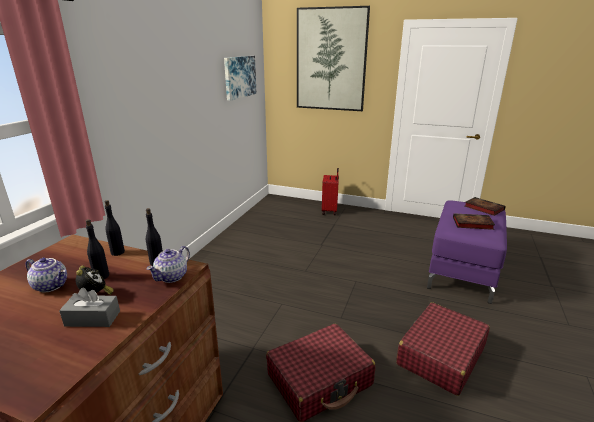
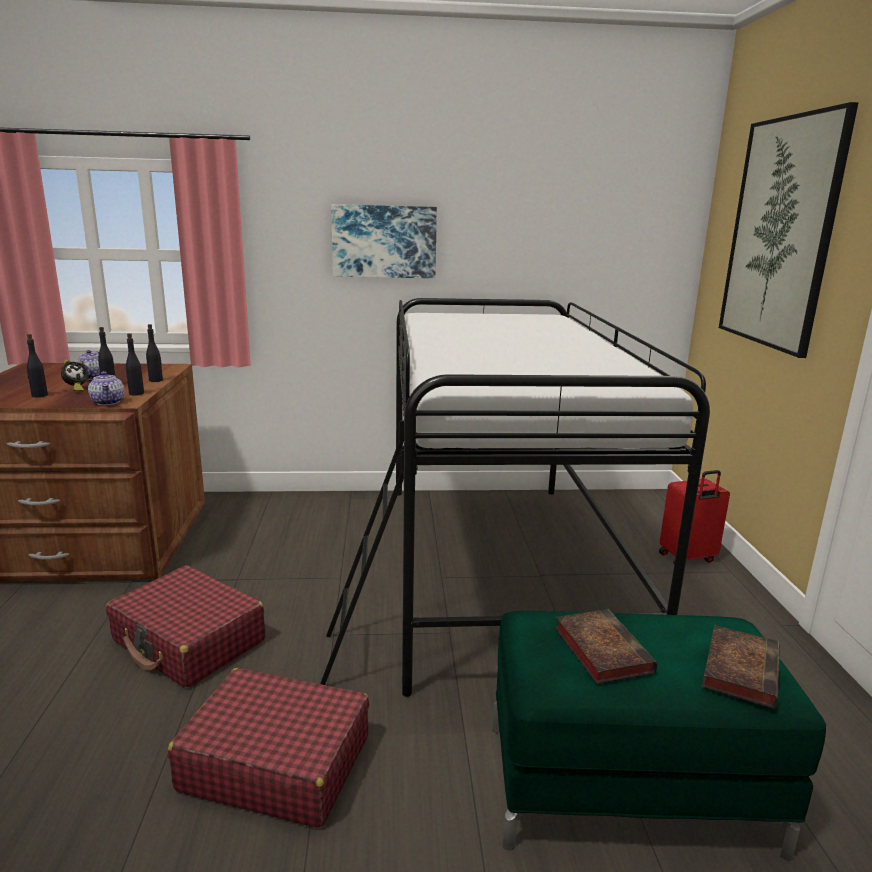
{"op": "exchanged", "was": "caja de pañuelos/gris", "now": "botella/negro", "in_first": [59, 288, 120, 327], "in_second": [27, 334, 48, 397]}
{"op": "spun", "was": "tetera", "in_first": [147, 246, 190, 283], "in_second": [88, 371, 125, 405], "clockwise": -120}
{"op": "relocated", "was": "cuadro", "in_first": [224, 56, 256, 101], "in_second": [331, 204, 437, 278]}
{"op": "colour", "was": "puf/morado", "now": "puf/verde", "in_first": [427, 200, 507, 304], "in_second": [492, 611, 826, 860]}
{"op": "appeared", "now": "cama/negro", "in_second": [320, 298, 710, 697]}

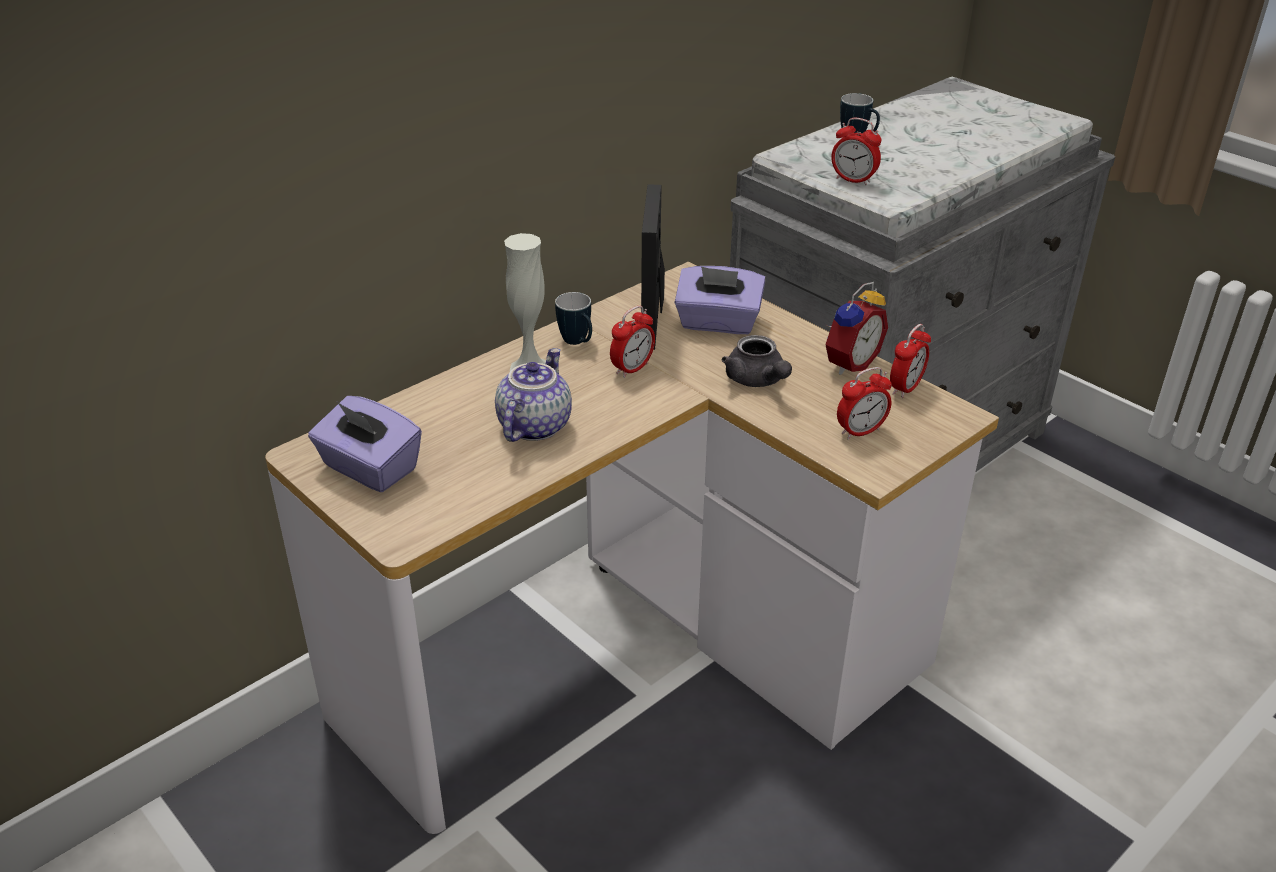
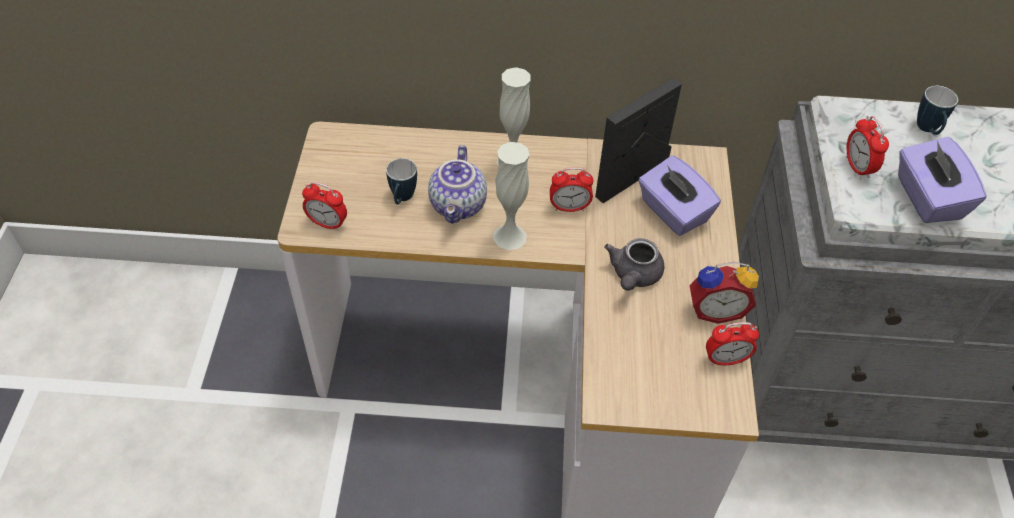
{"op": "relocated", "was": "caja de pañuelos/morado", "in_first": [308, 396, 422, 492], "in_second": [898, 137, 986, 223]}
{"op": "spun", "was": "tetera", "in_first": [495, 348, 572, 442], "in_second": [428, 145, 487, 224], "clockwise": 120}
{"op": "relocated", "was": "taza grande", "in_first": [555, 292, 592, 345], "in_second": [386, 158, 417, 204]}
{"op": "relocated", "was": "despertador", "in_first": [837, 367, 892, 440], "in_second": [302, 182, 347, 231]}
{"op": "appeared", "now": "florero/blanco", "in_second": [493, 142, 529, 250]}

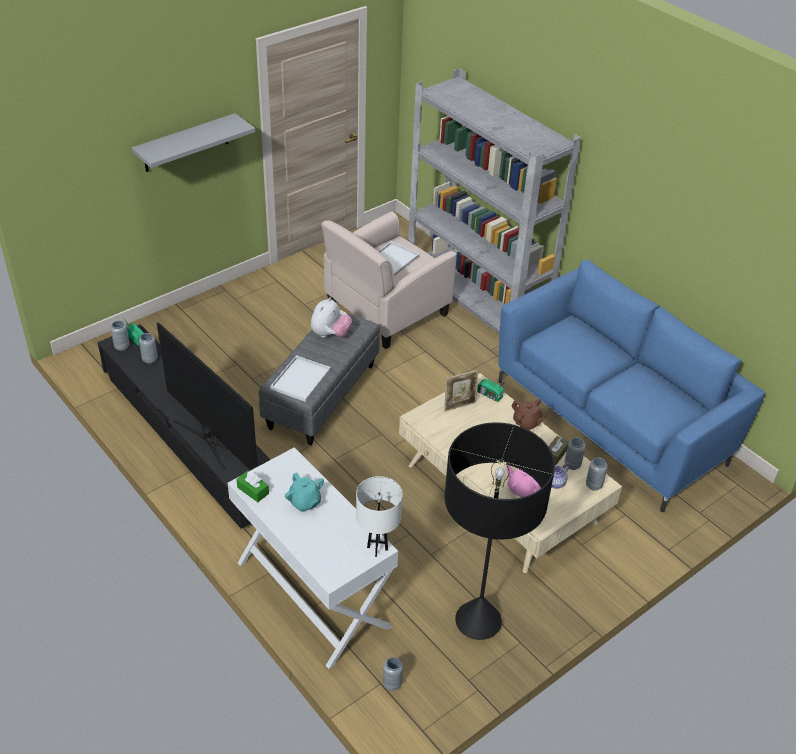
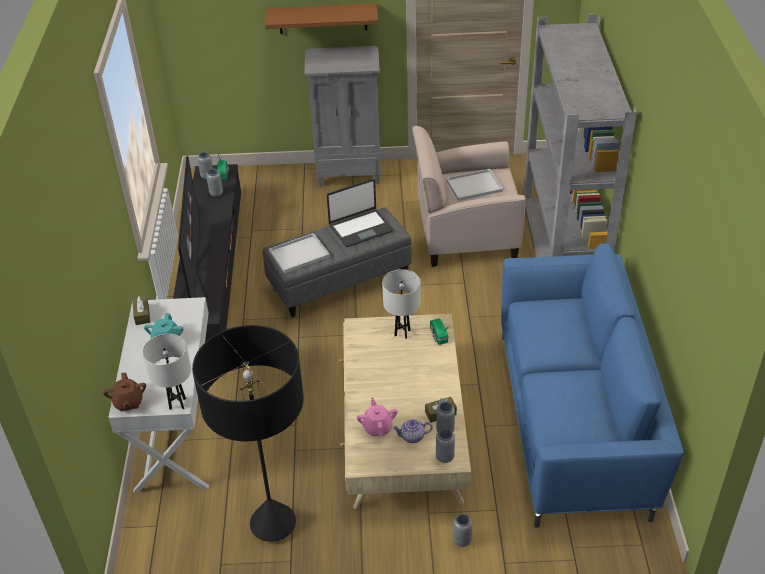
{"op": "colour", "was": "estante/gris", "now": "estante/marrón", "in_first": [131, 113, 255, 172], "in_second": [265, 3, 378, 34]}
{"op": "colour", "was": "caja de pañuelos/verde", "now": "caja de pañuelos/marrón", "in_first": [236, 471, 269, 502], "in_second": [132, 296, 150, 325]}
{"op": "exchanged", "was": "peluche", "now": "portátil", "in_first": [311, 297, 352, 338], "in_second": [327, 179, 393, 247]}
{"op": "relocated", "was": "florero/gris", "in_first": [383, 657, 403, 691], "in_second": [453, 514, 473, 547]}
{"op": "exchanged", "was": "portarretratos", "now": "lámpara de mesa/blanco", "in_first": [444, 370, 479, 411], "in_second": [382, 269, 420, 339]}
{"op": "relocated", "was": "tetera/marrón", "in_first": [512, 399, 547, 431], "in_second": [103, 372, 146, 411]}
{"op": "appeared", "now": "armario/gris", "in_second": [304, 46, 381, 186]}

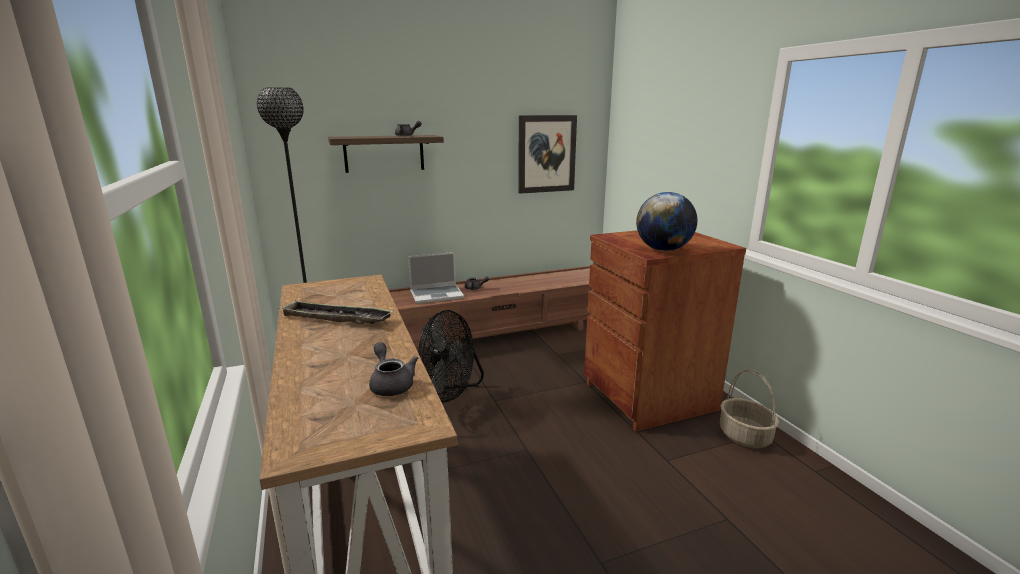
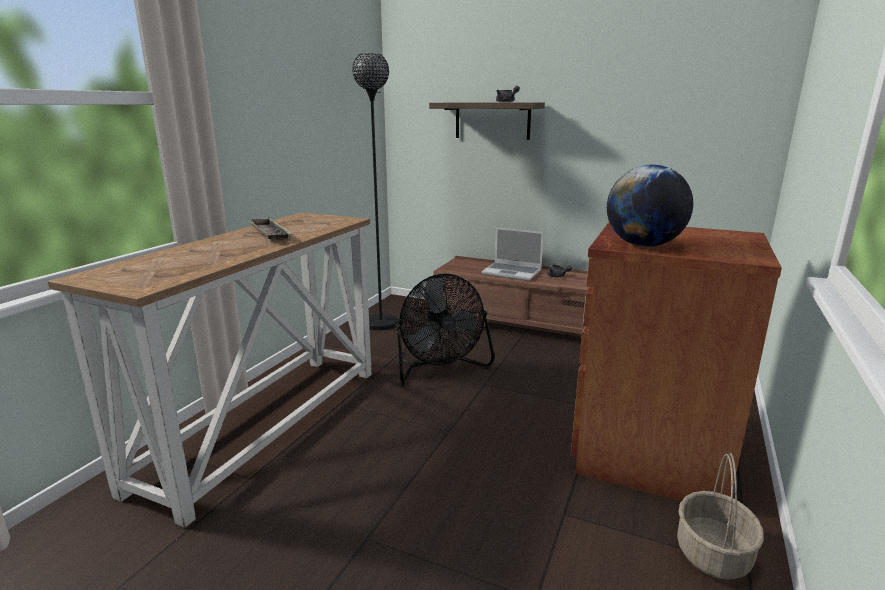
{"op": "missing", "was": "tetera/gris", "in_first": [369, 342, 418, 396]}
{"op": "missing", "was": "cuadro", "in_first": [518, 115, 577, 194]}

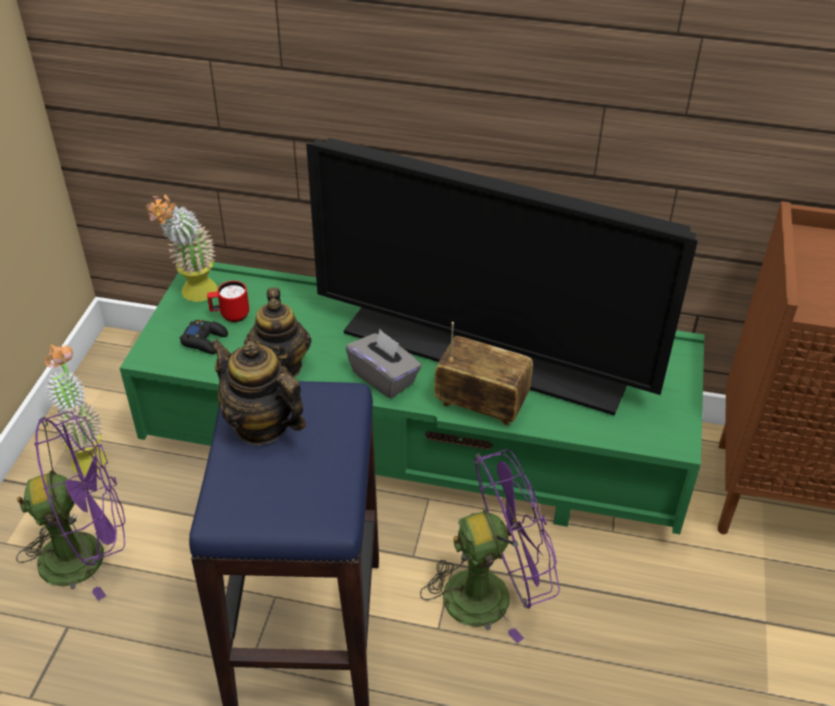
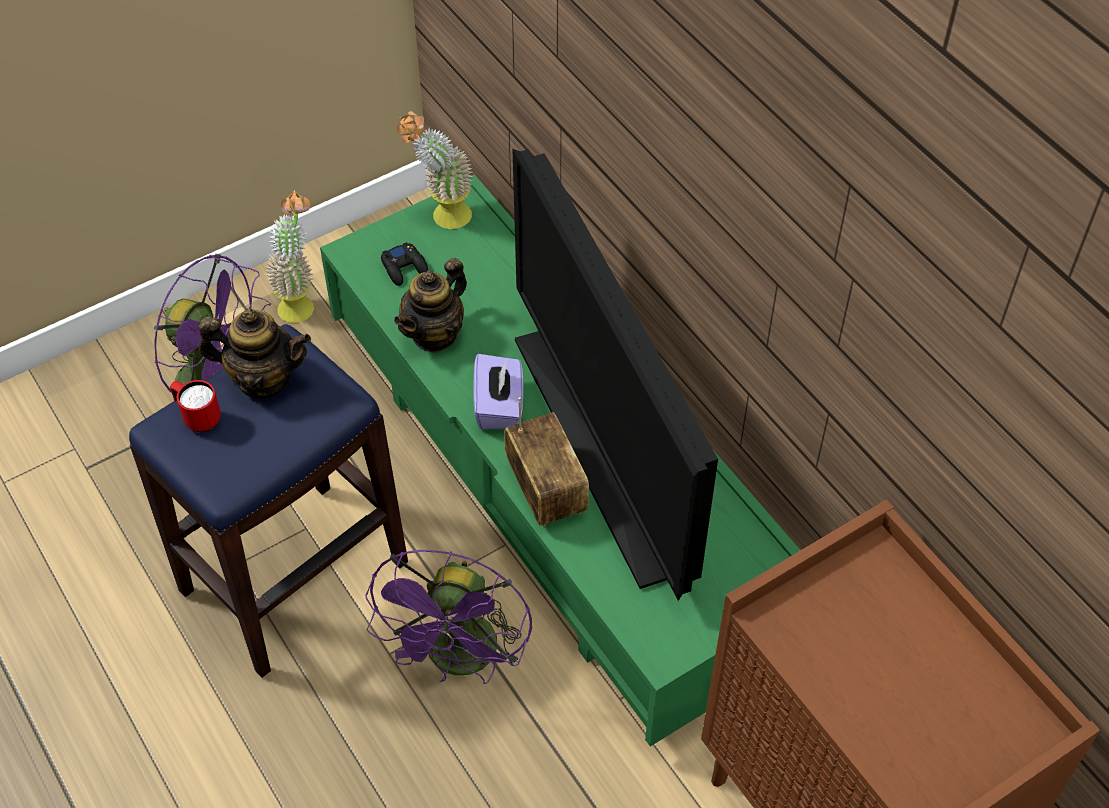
{"op": "relocated", "was": "taza grande/rojo", "in_first": [207, 281, 249, 322], "in_second": [170, 380, 221, 432]}
{"op": "spun", "was": "tetera", "in_first": [209, 339, 306, 445], "in_second": [199, 309, 311, 399], "clockwise": 105}
{"op": "colour", "was": "caja de pañuelos/gris", "now": "caja de pañuelos/morado", "in_first": [346, 329, 422, 399], "in_second": [474, 354, 523, 429]}
{"op": "spun", "was": "ventilador/morado", "in_first": [420, 449, 560, 643], "in_second": [365, 550, 532, 684], "clockwise": 75}

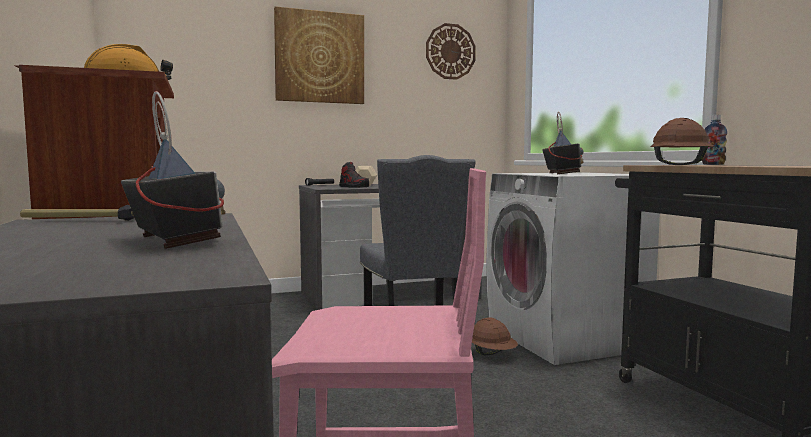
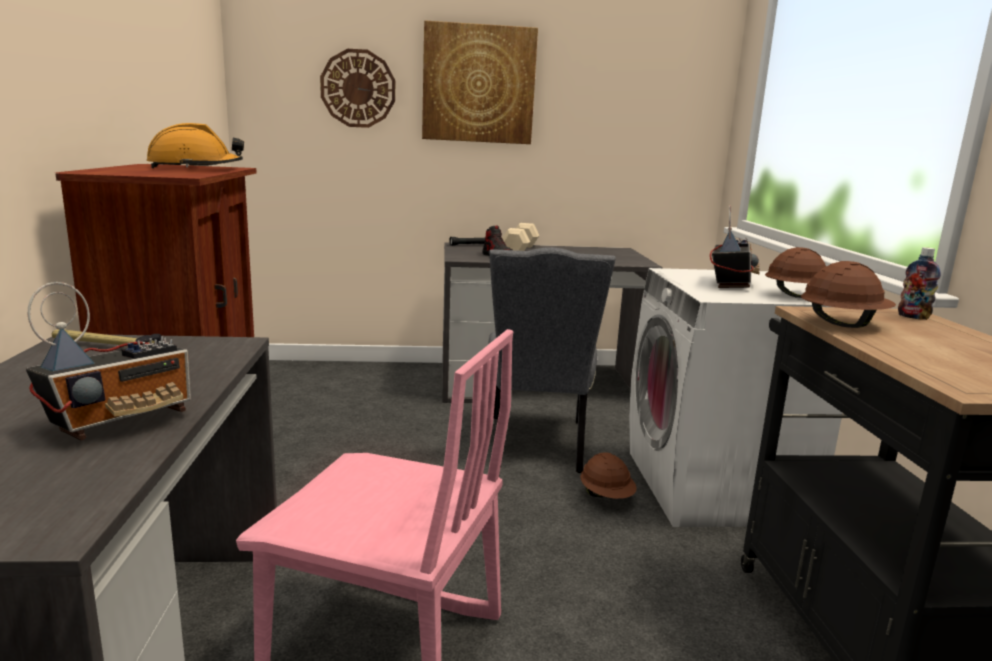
{"op": "spun", "was": "radio", "in_first": [121, 91, 225, 249], "in_second": [26, 282, 191, 440], "clockwise": 60}
{"op": "relocated", "was": "reloj de pared", "in_first": [426, 23, 476, 80], "in_second": [320, 49, 395, 128]}
{"op": "appeared", "now": "casco/marrón", "in_second": [765, 247, 826, 298]}

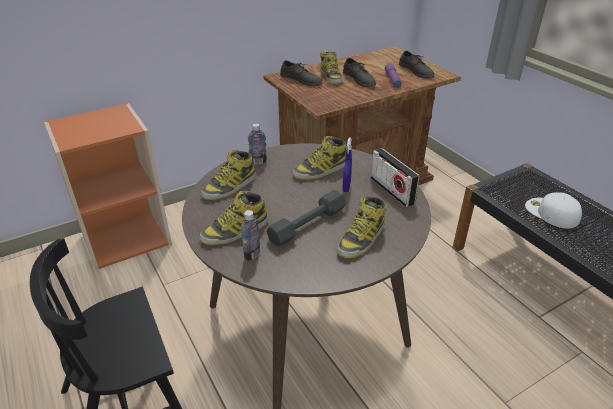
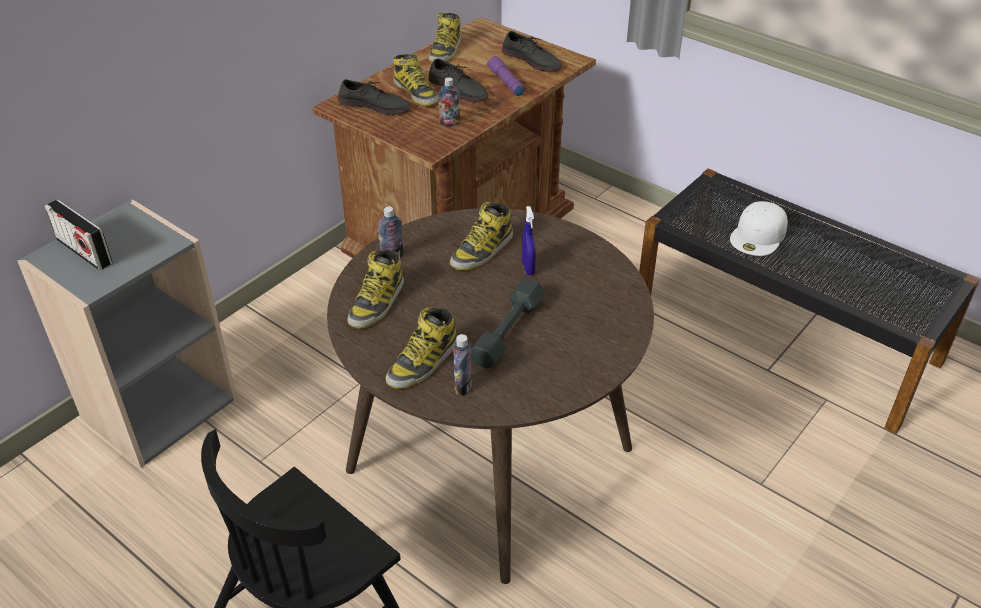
{"op": "colour", "was": "estantería/naranja", "now": "estantería/gris", "in_first": [44, 103, 172, 270], "in_second": [17, 199, 238, 468]}
{"op": "relocated", "was": "bota", "in_first": [336, 196, 386, 258], "in_second": [429, 13, 461, 62]}
{"op": "relocated", "was": "radio", "in_first": [371, 148, 420, 207], "in_second": [45, 199, 112, 270]}
{"op": "spun", "was": "gorra/blanco", "in_first": [525, 192, 582, 228], "in_second": [730, 201, 788, 256], "clockwise": -90}
{"op": "appeared", "now": "botella", "in_second": [438, 77, 461, 127]}

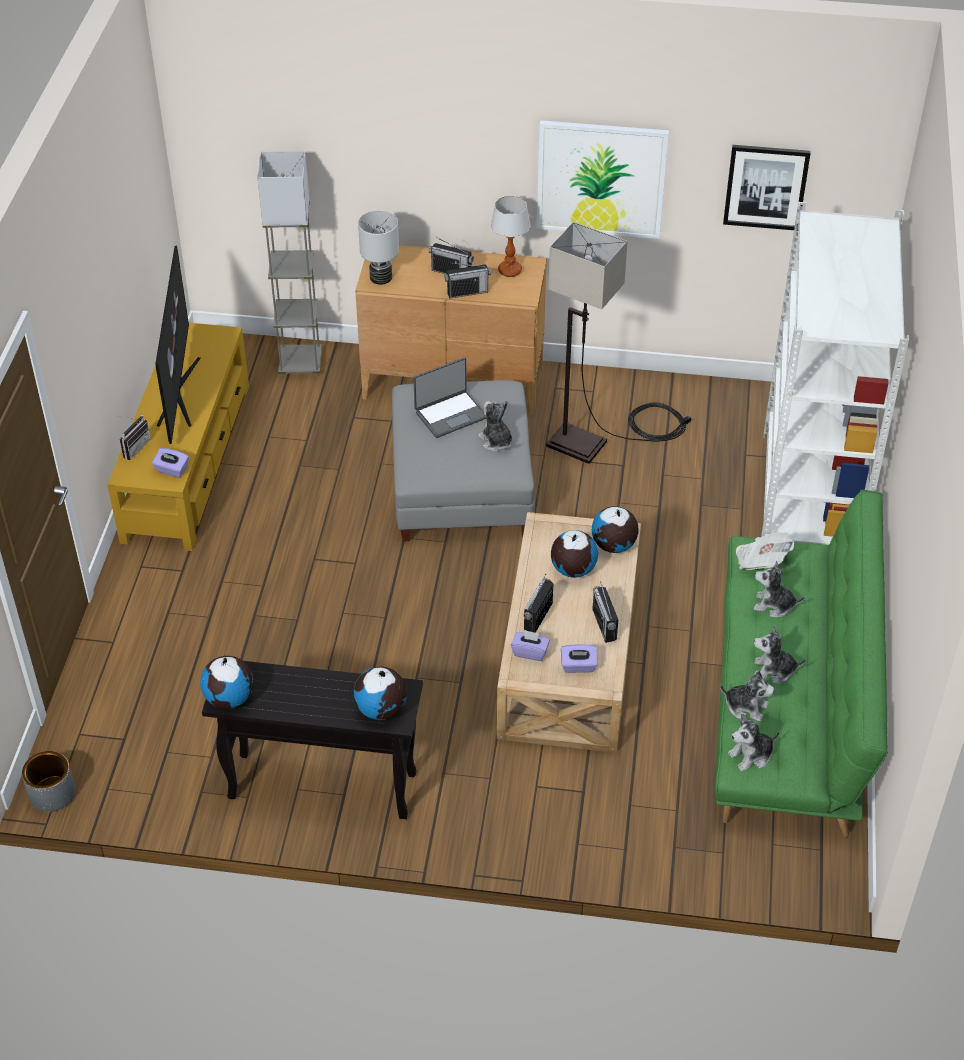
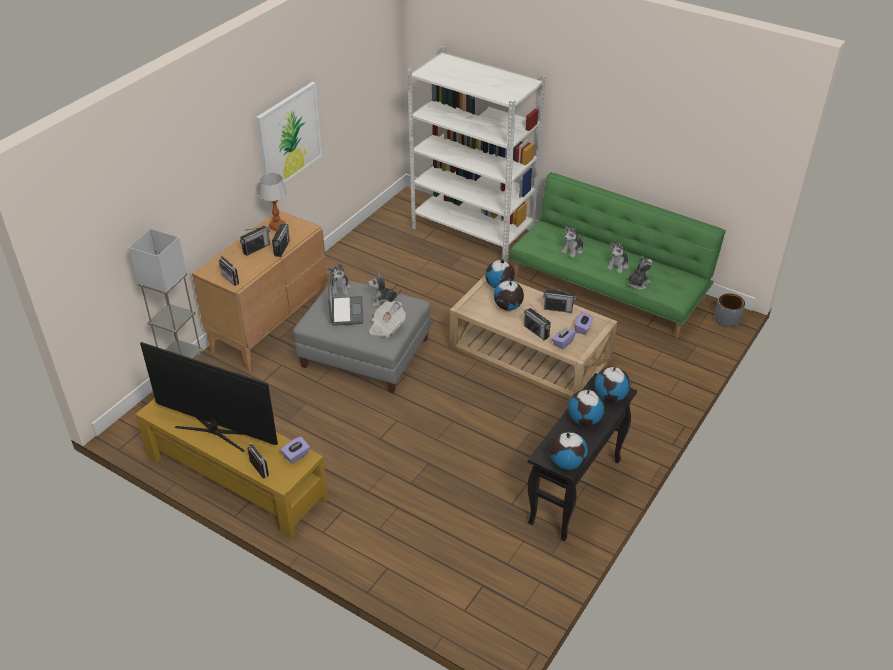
{"op": "relocated", "was": "maceta/gris", "in_first": [22, 751, 76, 812], "in_second": [714, 293, 745, 327]}
{"op": "exchanged", "was": "lámpara de mesa/gris", "now": "radio", "in_first": [358, 210, 399, 285], "in_second": [219, 251, 239, 286]}
{"op": "missing", "was": "lámpara de pie", "in_first": [546, 222, 692, 464]}
{"op": "missing", "was": "cuadro", "in_first": [723, 145, 811, 231]}
{"op": "relocated", "was": "peluche", "in_first": [728, 713, 780, 771], "in_second": [327, 264, 351, 295]}
{"op": "relocated", "was": "periódico", "in_first": [736, 532, 794, 570], "in_second": [369, 301, 406, 338]}
{"op": "appeared", "now": "globo terráqueo", "in_second": [568, 389, 605, 426]}

